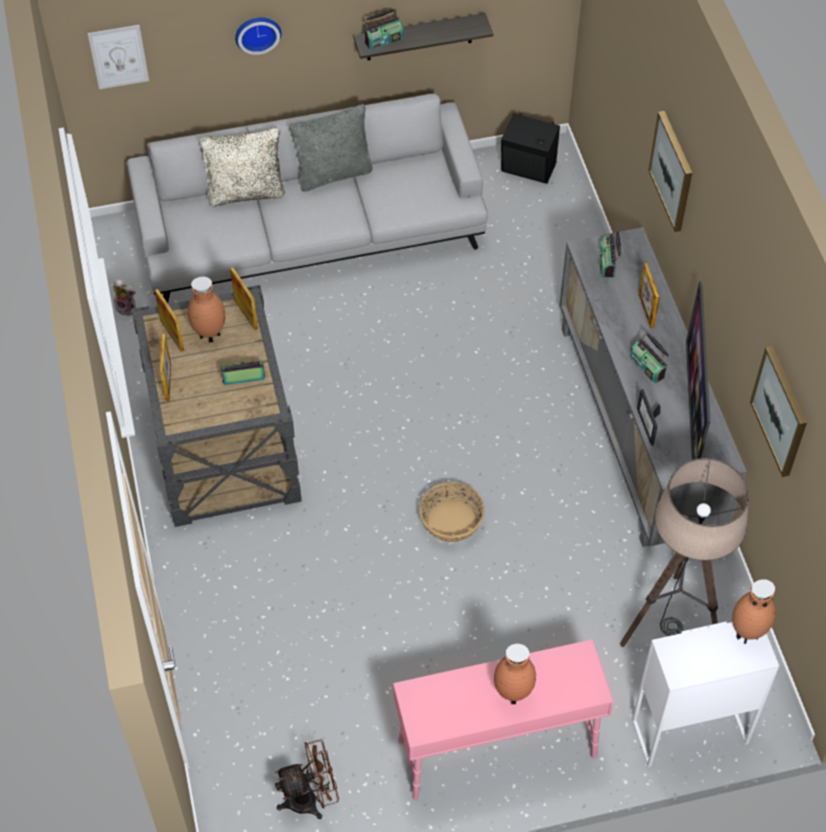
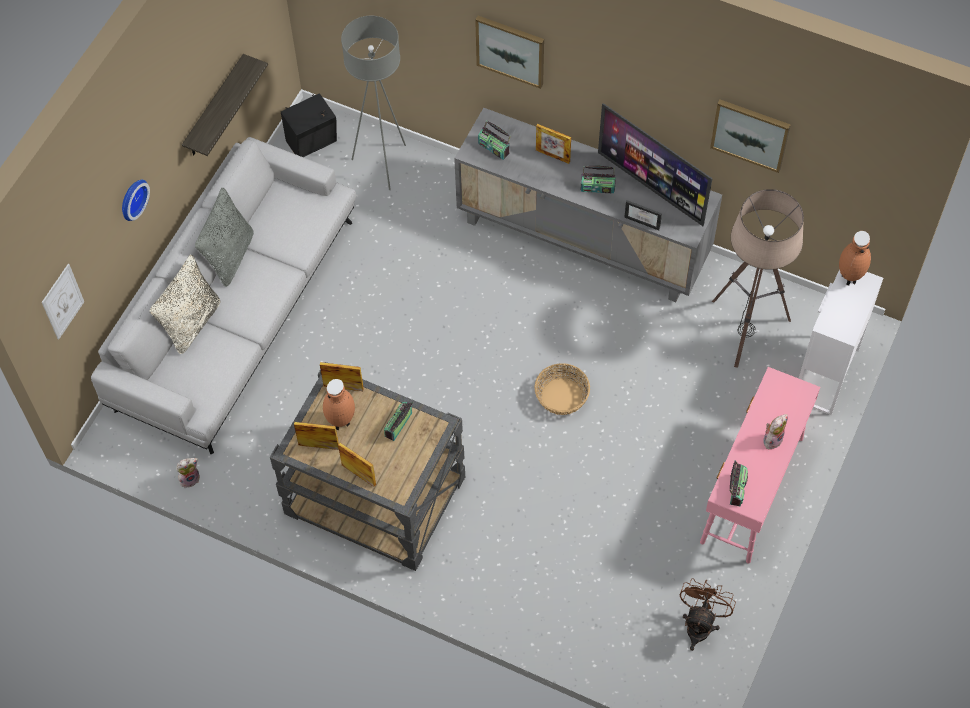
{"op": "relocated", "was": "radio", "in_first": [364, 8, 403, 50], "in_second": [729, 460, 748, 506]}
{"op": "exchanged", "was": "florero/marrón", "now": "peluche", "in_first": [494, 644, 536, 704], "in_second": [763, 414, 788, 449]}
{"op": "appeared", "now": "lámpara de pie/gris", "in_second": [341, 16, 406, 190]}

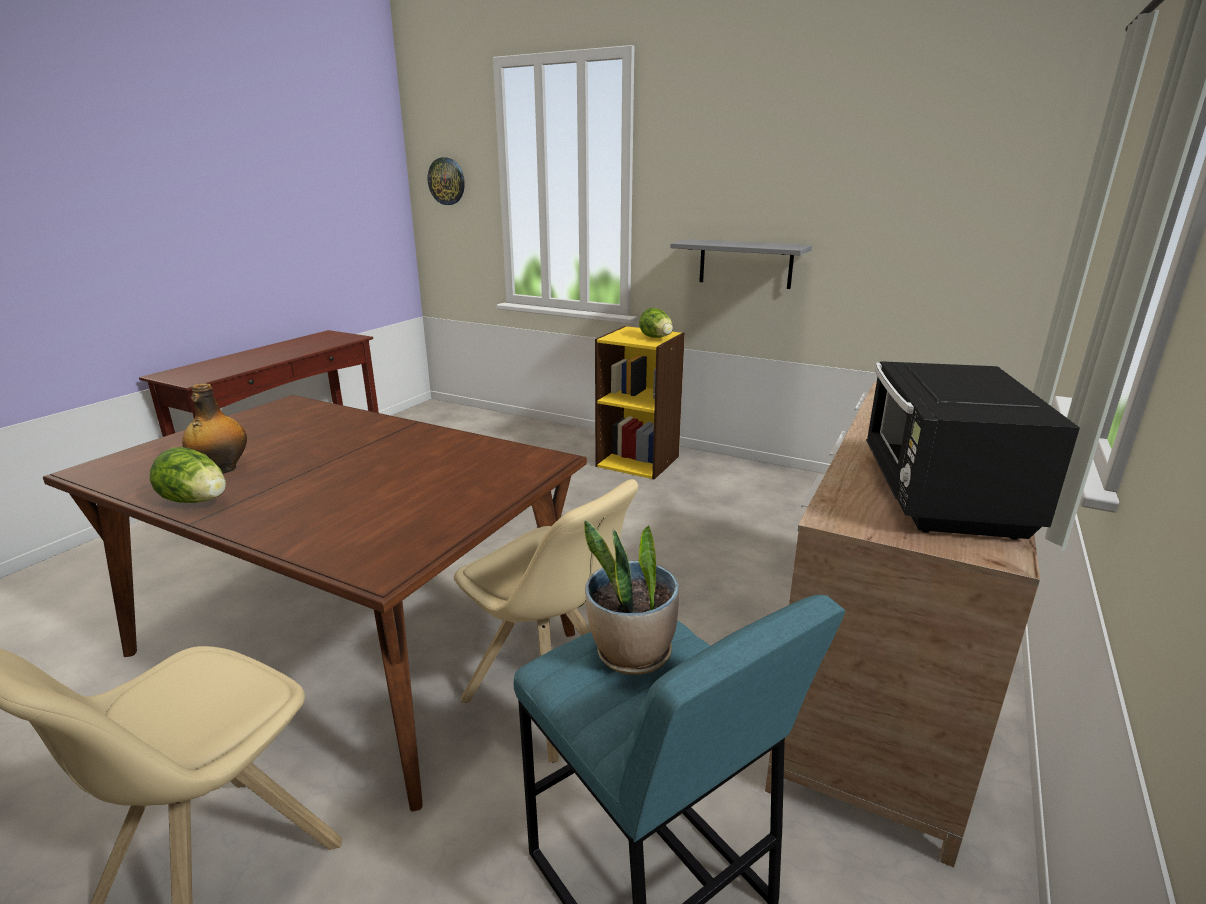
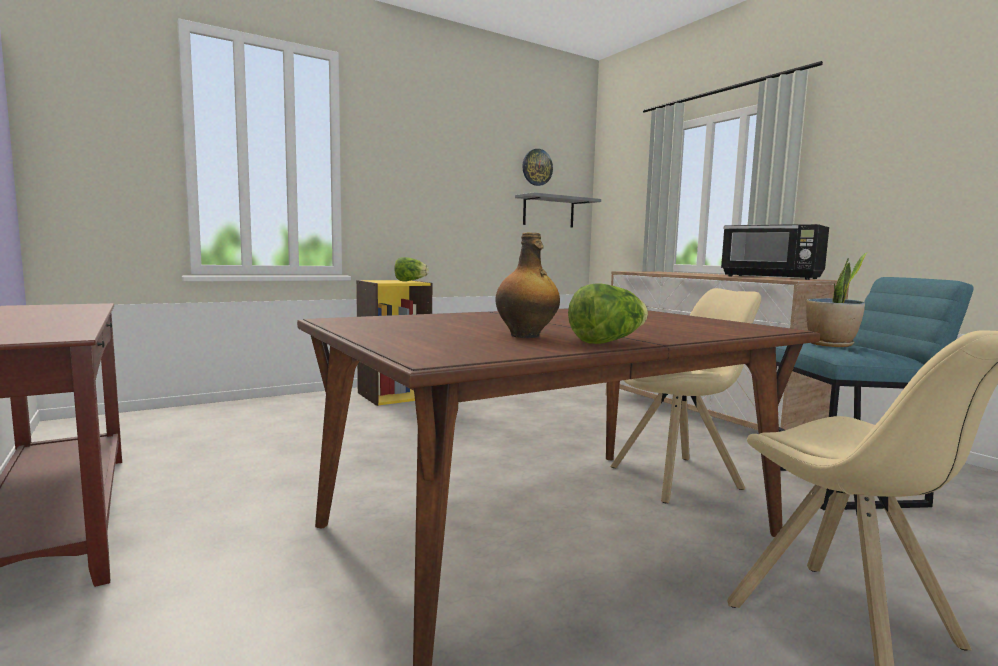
{"op": "relocated", "was": "reloj de pared", "in_first": [428, 157, 465, 205], "in_second": [522, 149, 553, 186]}
{"op": "relocated", "was": "estante/gris", "in_first": [670, 239, 812, 289], "in_second": [515, 192, 601, 228]}

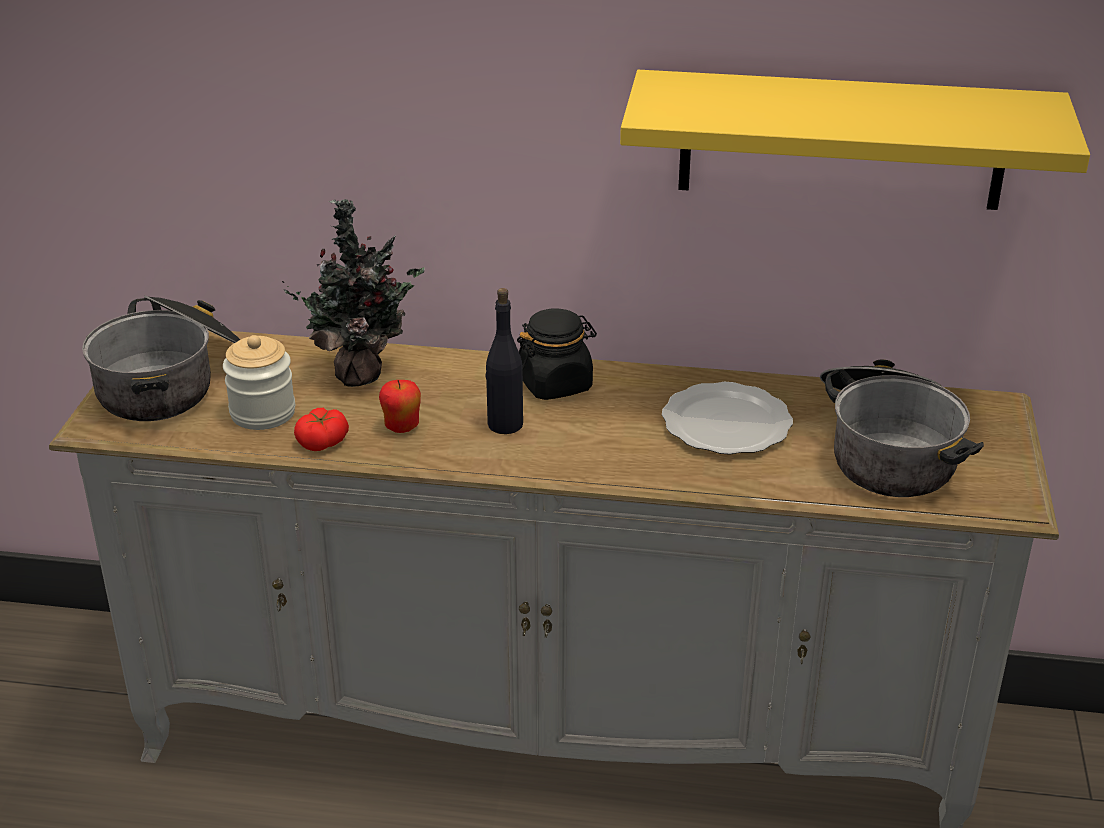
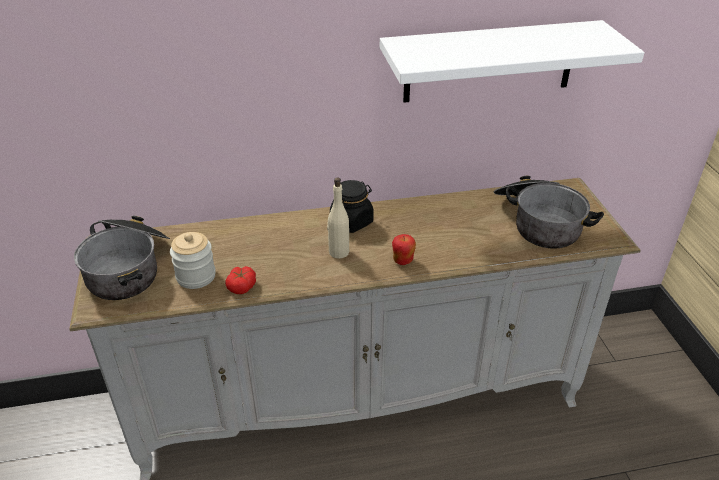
{"op": "missing", "was": "planta en maceta", "in_first": [282, 199, 425, 387]}
{"op": "relocated", "was": "manzana", "in_first": [379, 380, 421, 433], "in_second": [392, 234, 416, 265]}
{"op": "colour", "was": "botella/negro", "now": "botella/beis", "in_first": [486, 288, 523, 434], "in_second": [327, 178, 349, 259]}
{"op": "colour", "was": "estante/amarillo", "now": "estante/blanco", "in_first": [620, 70, 1090, 210], "in_second": [380, 20, 645, 103]}
{"op": "missing", "was": "plato", "in_first": [662, 382, 793, 455]}

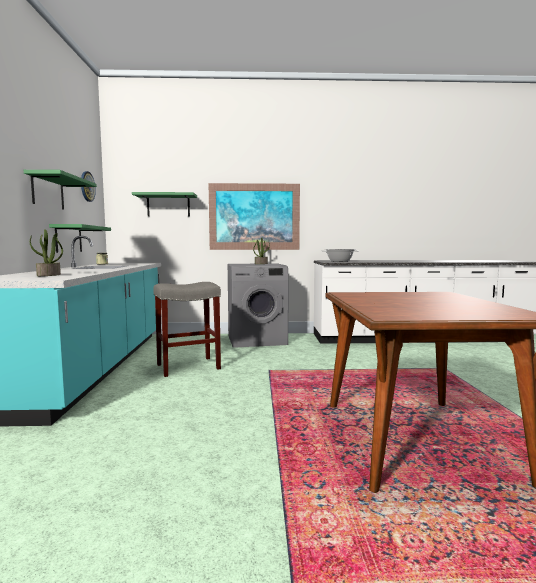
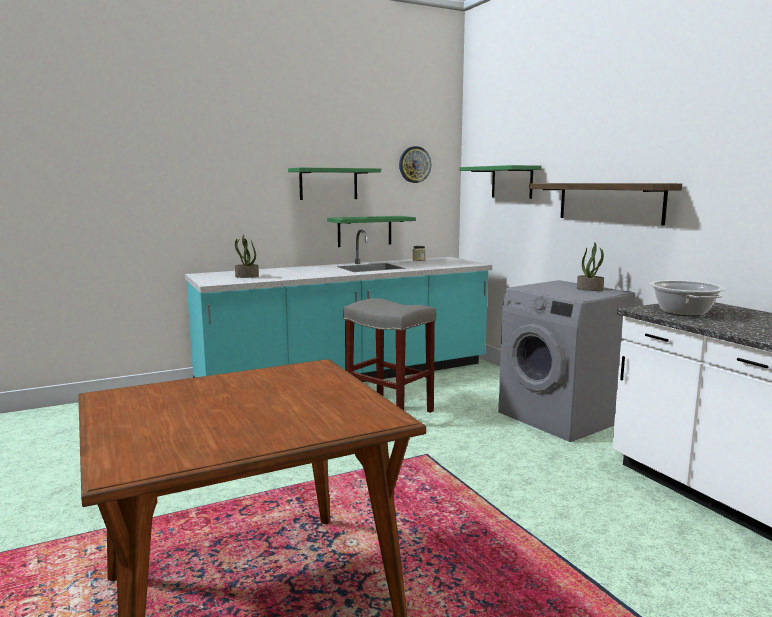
{"op": "exchanged", "was": "cuadro", "now": "estante", "in_first": [209, 183, 300, 250], "in_second": [529, 183, 682, 225]}

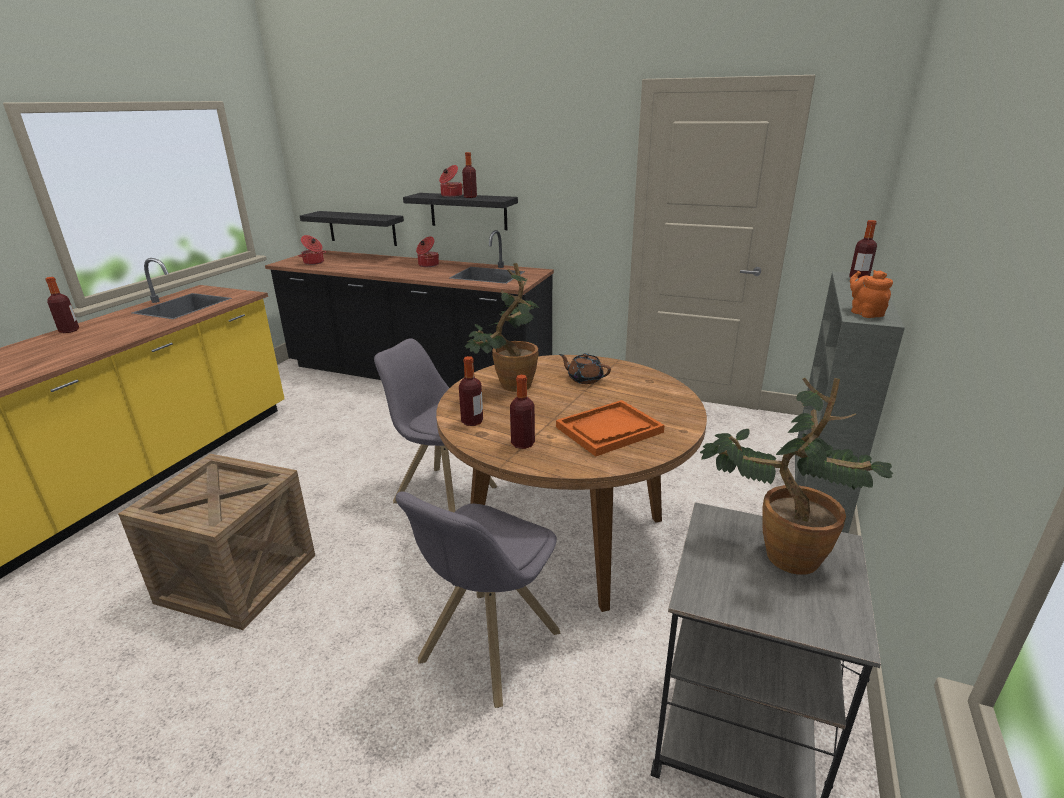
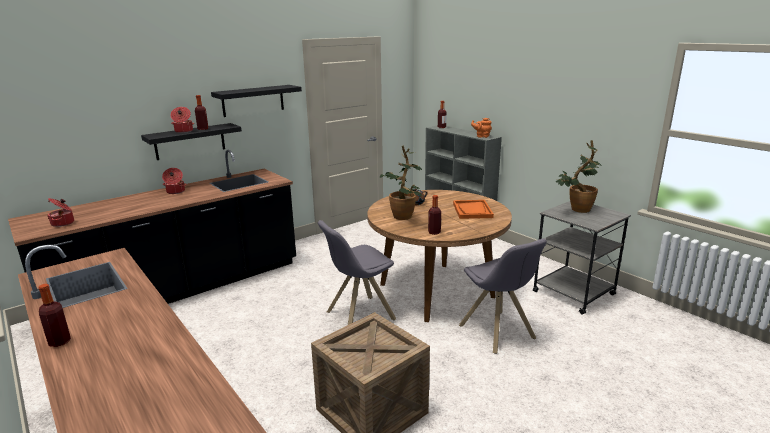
{"op": "relocated", "was": "estante/negro", "in_first": [300, 211, 404, 246], "in_second": [211, 85, 302, 117]}
{"op": "missing", "was": "botella", "in_first": [510, 375, 535, 449]}

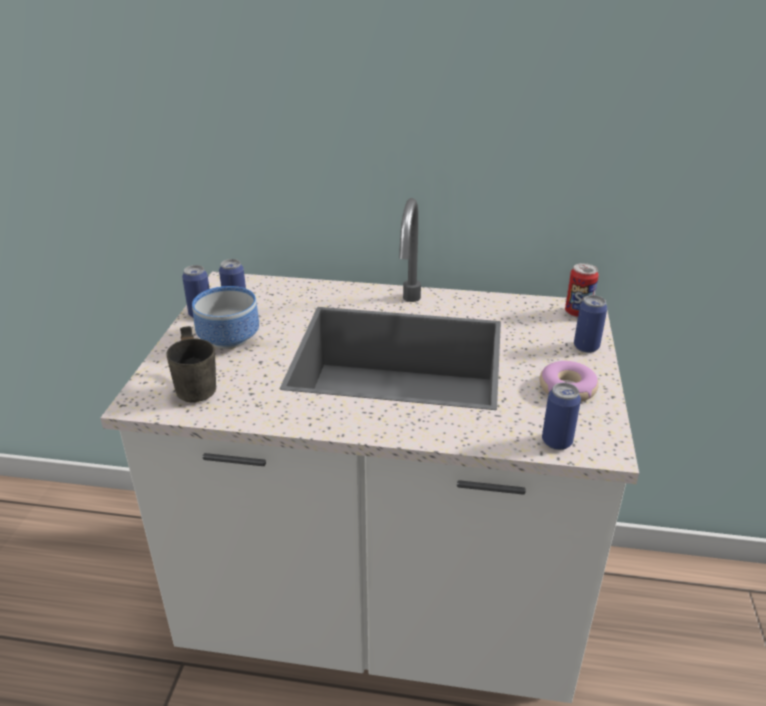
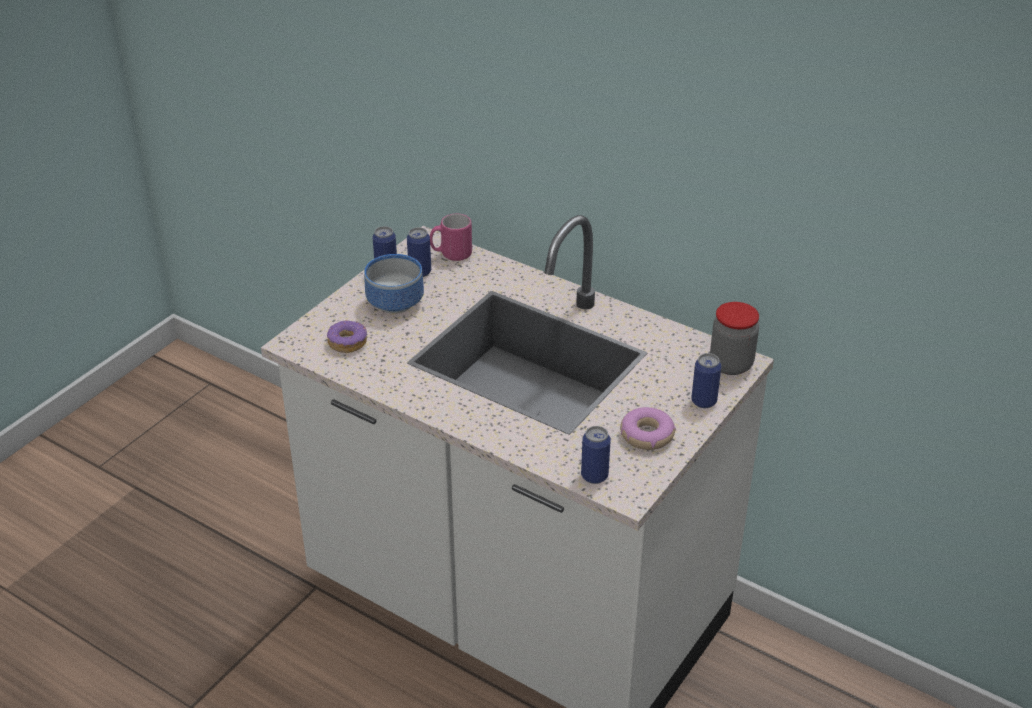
{"op": "exchanged", "was": "taza grande/gris", "now": "rosquilla", "in_first": [167, 326, 216, 403], "in_second": [327, 320, 367, 353]}
{"op": "exchanged", "was": "lata", "now": "tarro", "in_first": [565, 263, 599, 317], "in_second": [710, 302, 759, 375]}
{"op": "appeared", "now": "taza grande/rosa", "in_second": [430, 214, 472, 261]}

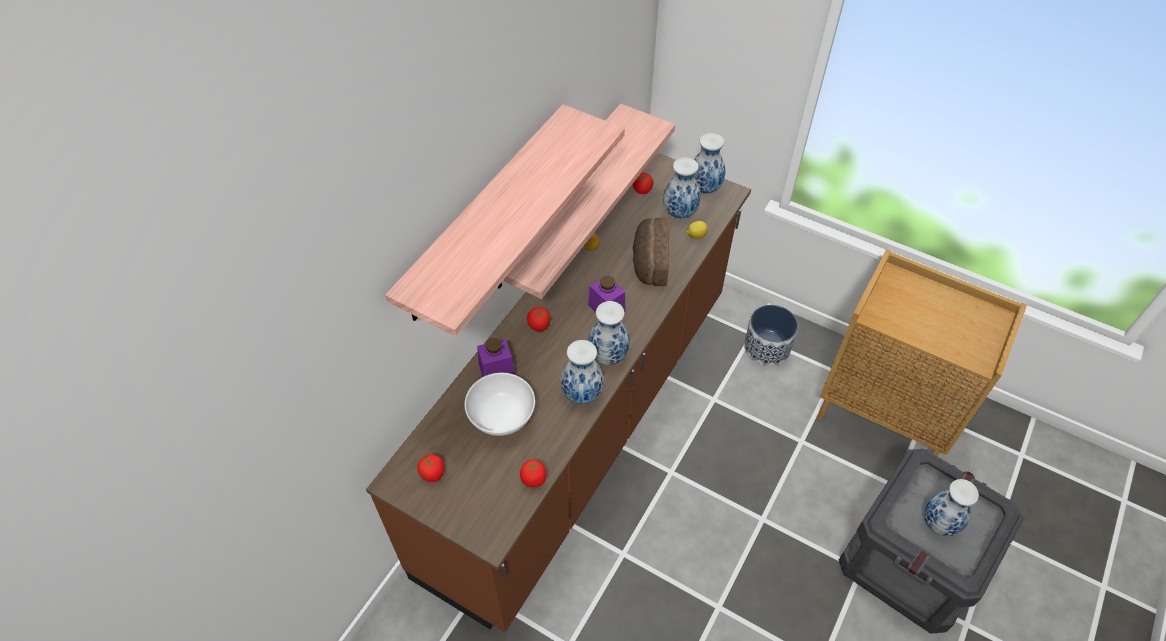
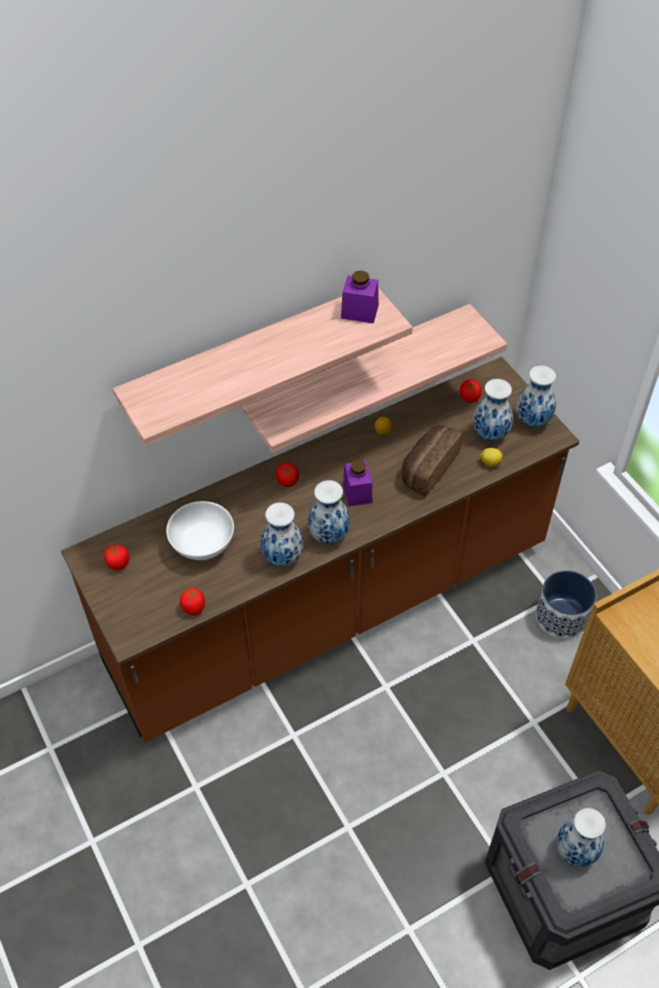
{"op": "relocated", "was": "tarro/morado", "in_first": [477, 338, 515, 377], "in_second": [341, 270, 379, 323]}

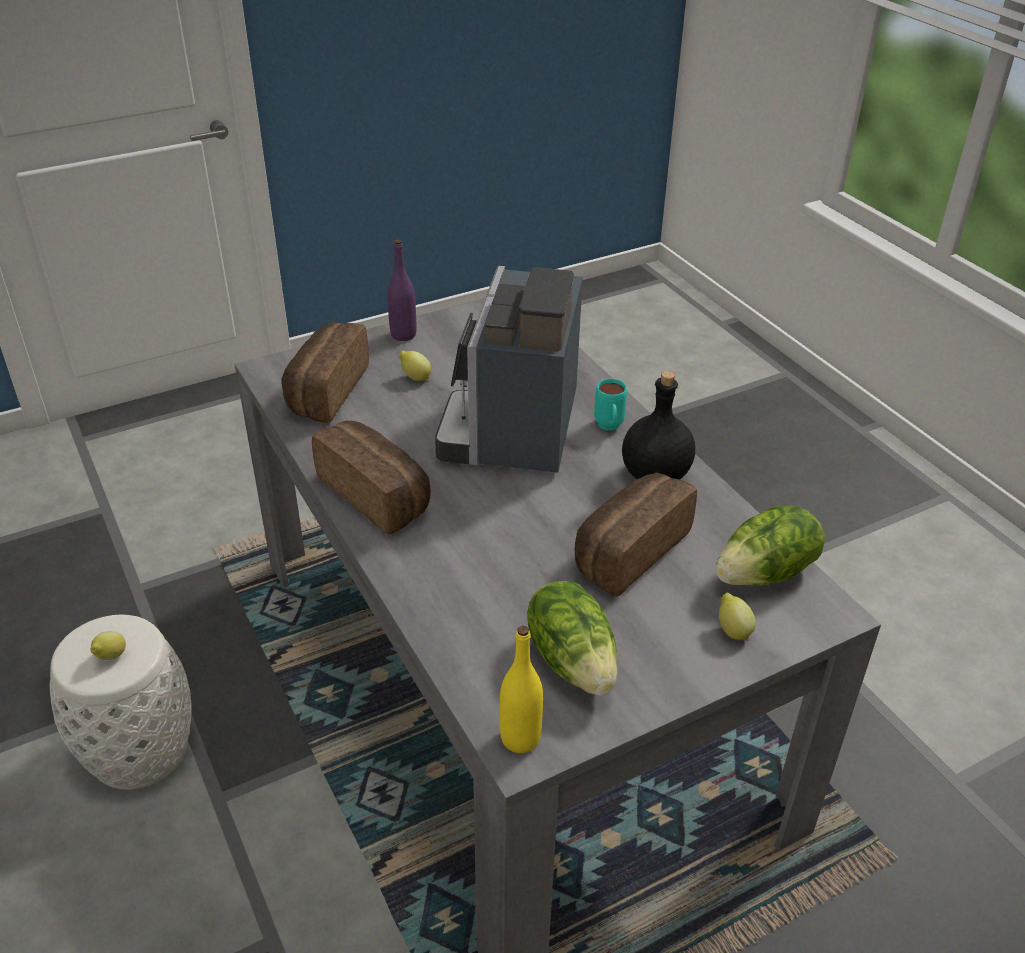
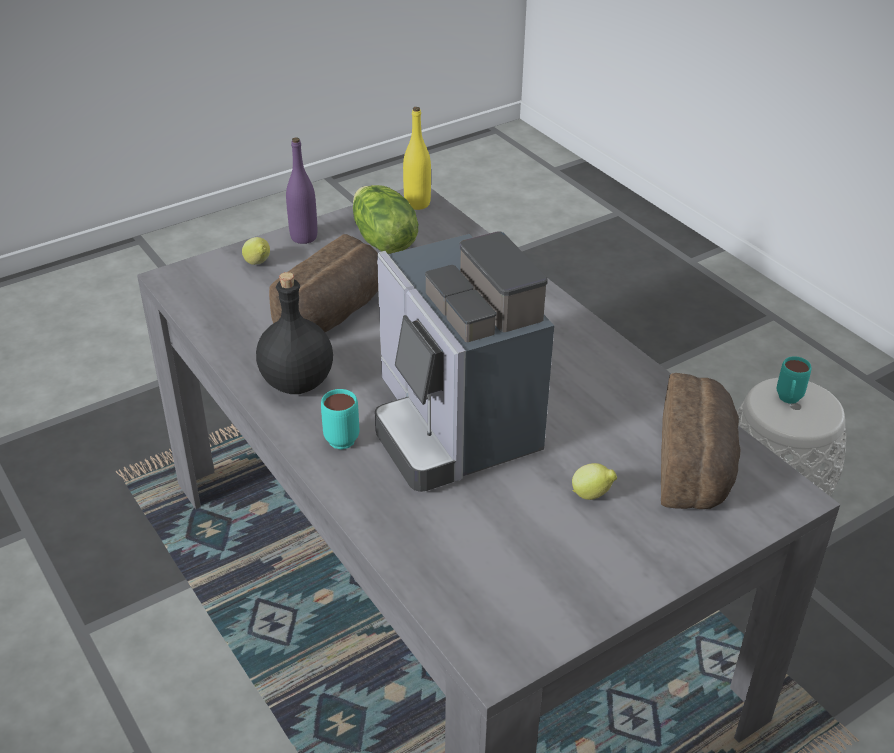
{"op": "exchanged", "was": "limón", "now": "taza grande/turquesa", "in_first": [90, 631, 126, 660], "in_second": [777, 356, 811, 404]}
{"op": "missing", "was": "pan", "in_first": [312, 421, 431, 534]}
{"op": "relocated", "was": "botella/morado", "in_first": [387, 239, 416, 341], "in_second": [286, 137, 317, 244]}
{"op": "spun", "was": "cafetera", "in_first": [435, 266, 583, 473], "in_second": [375, 231, 554, 492], "clockwise": 150}
{"op": "missing", "was": "lechuga", "in_first": [716, 506, 825, 586]}

